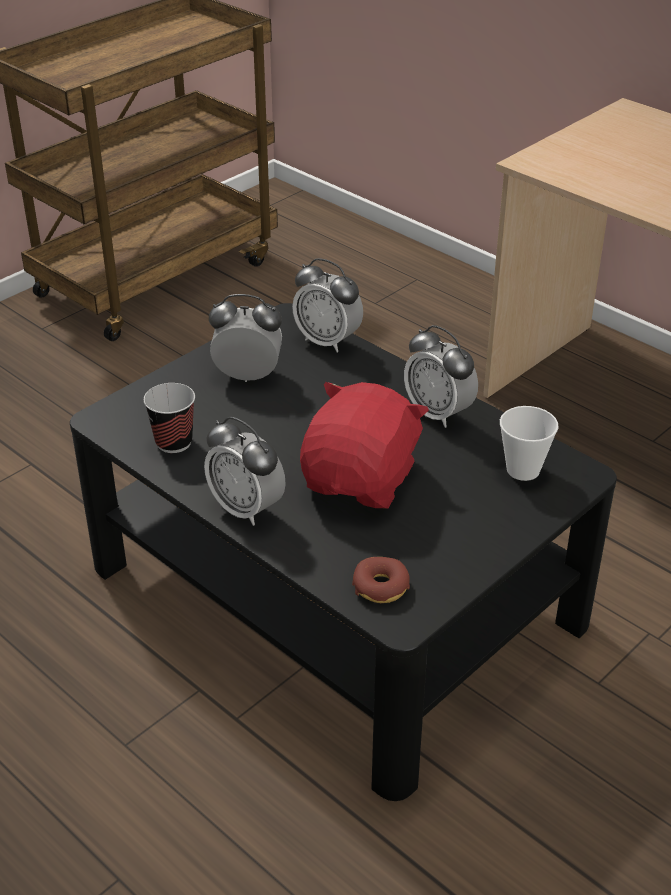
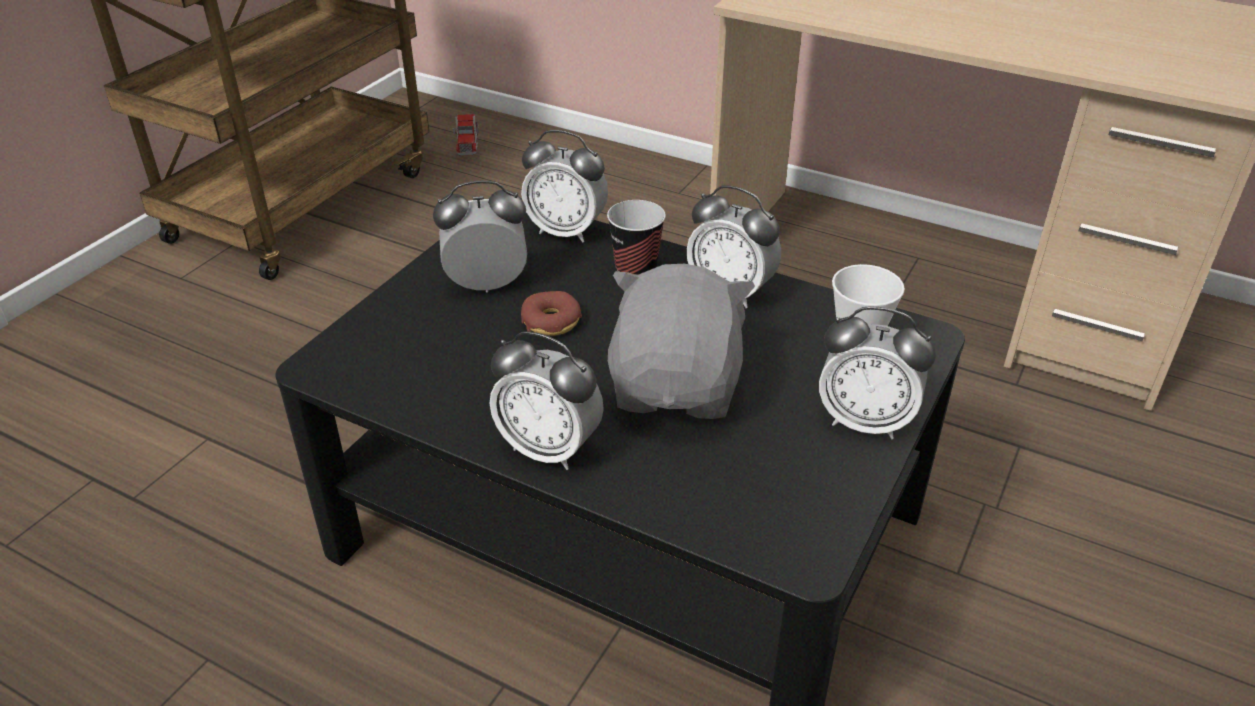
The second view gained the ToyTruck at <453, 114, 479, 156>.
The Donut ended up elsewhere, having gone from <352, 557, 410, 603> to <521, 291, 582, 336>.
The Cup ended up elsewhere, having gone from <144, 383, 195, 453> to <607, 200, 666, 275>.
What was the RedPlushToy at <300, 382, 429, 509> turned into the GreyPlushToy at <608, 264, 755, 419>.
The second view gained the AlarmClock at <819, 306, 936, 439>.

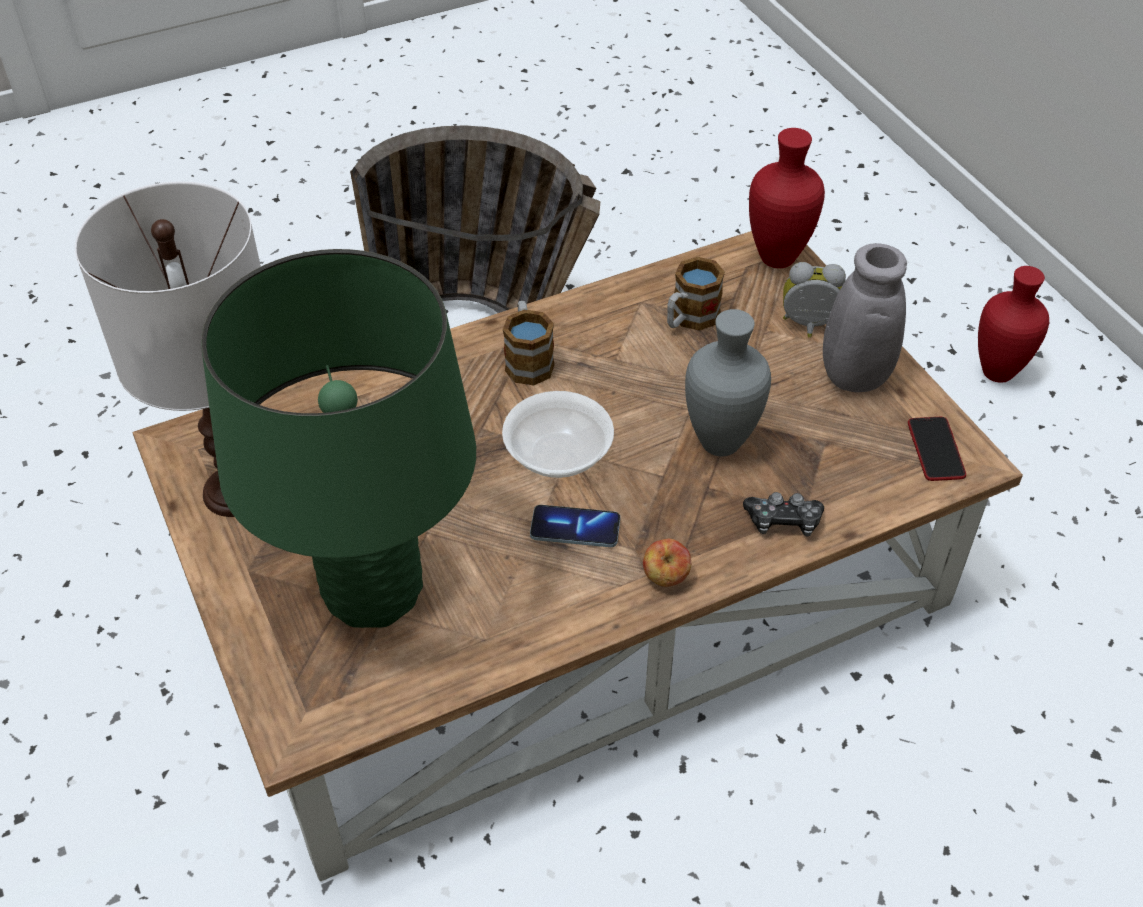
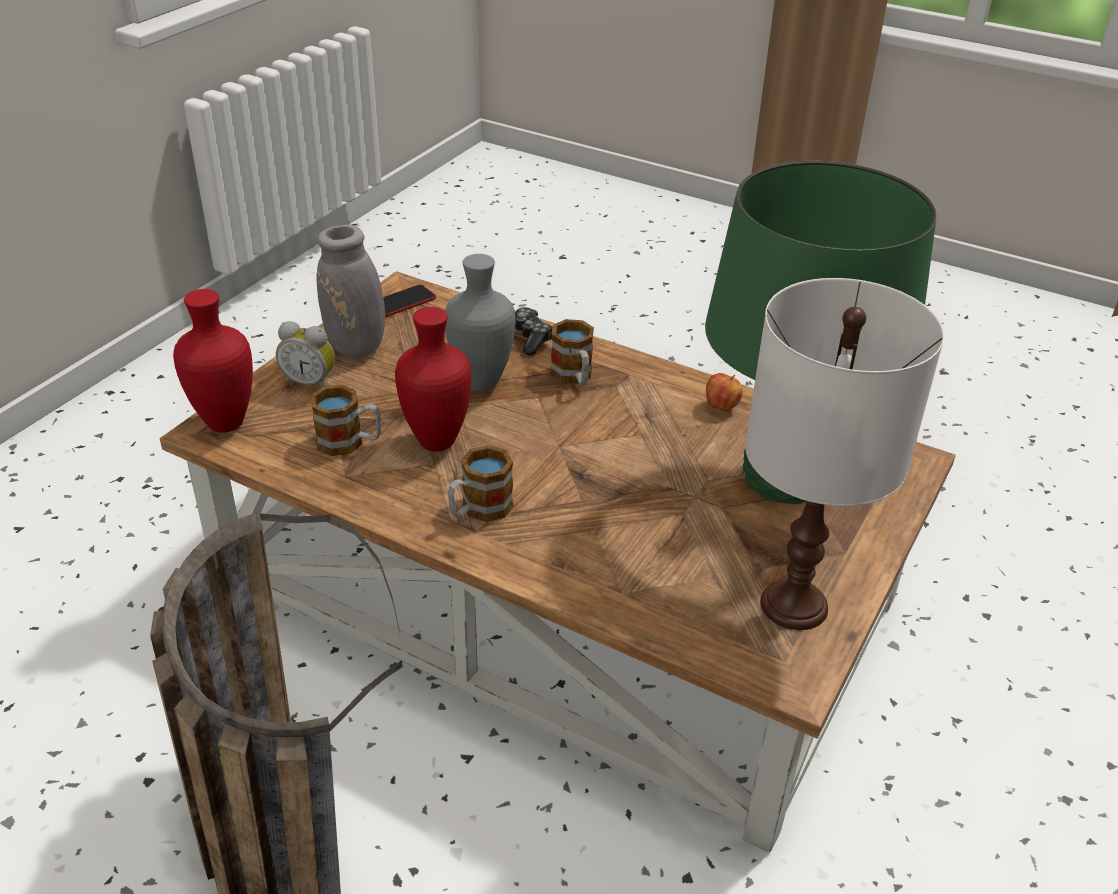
The AlarmClock at <783, 262, 846, 338> ended up facing another way, 45 degrees counterclockwise from before.
The RedVase ended up elsewhere, having gone from <978, 266, 1049, 383> to <395, 307, 472, 452>.
The second view gained the Mug at <551, 319, 594, 385>.
The Apple ended up elsewhere, having gone from <643, 539, 691, 587> to <706, 373, 743, 412>.
The second view lost the Bowl at <502, 391, 614, 478>.
The second view lost the Phone at <530, 505, 620, 547>.

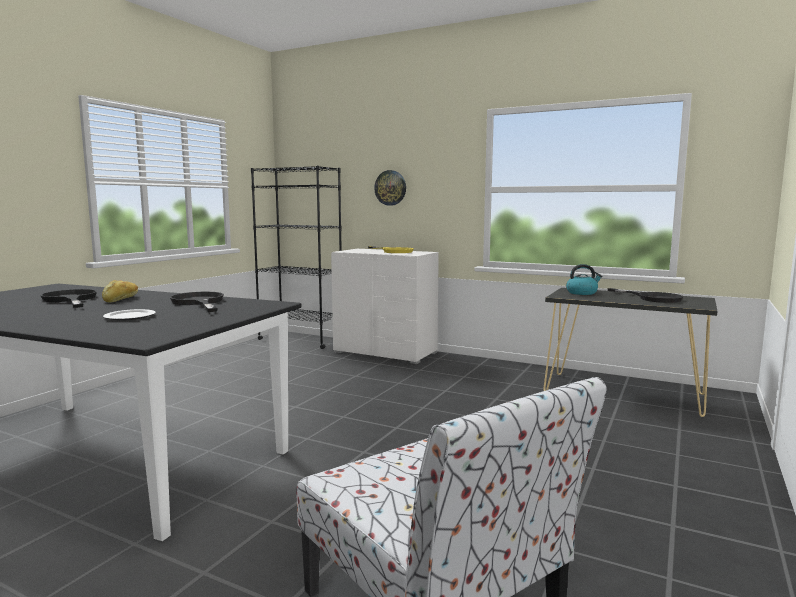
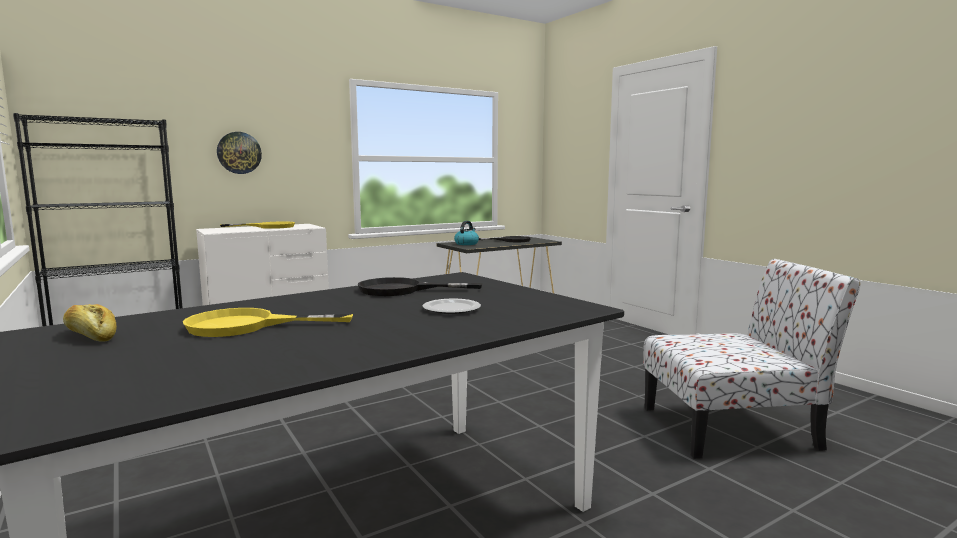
The Bread ended up elsewhere, having gone from <102, 280, 138, 303> to <63, 304, 117, 342>.
What was the BlackFryingPan at <40, 289, 97, 308> turned into the YellowFryingPan at <183, 308, 353, 337>.

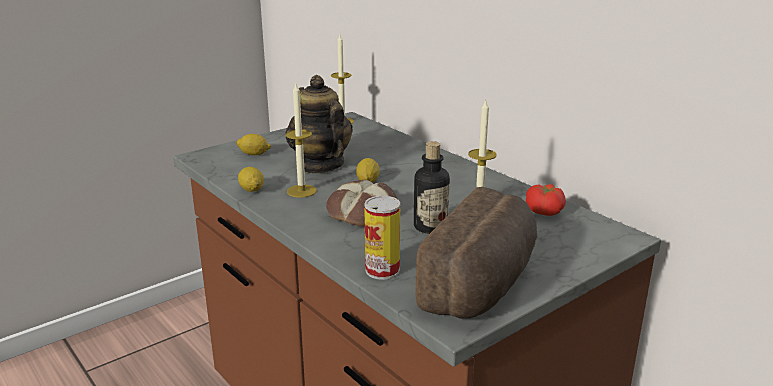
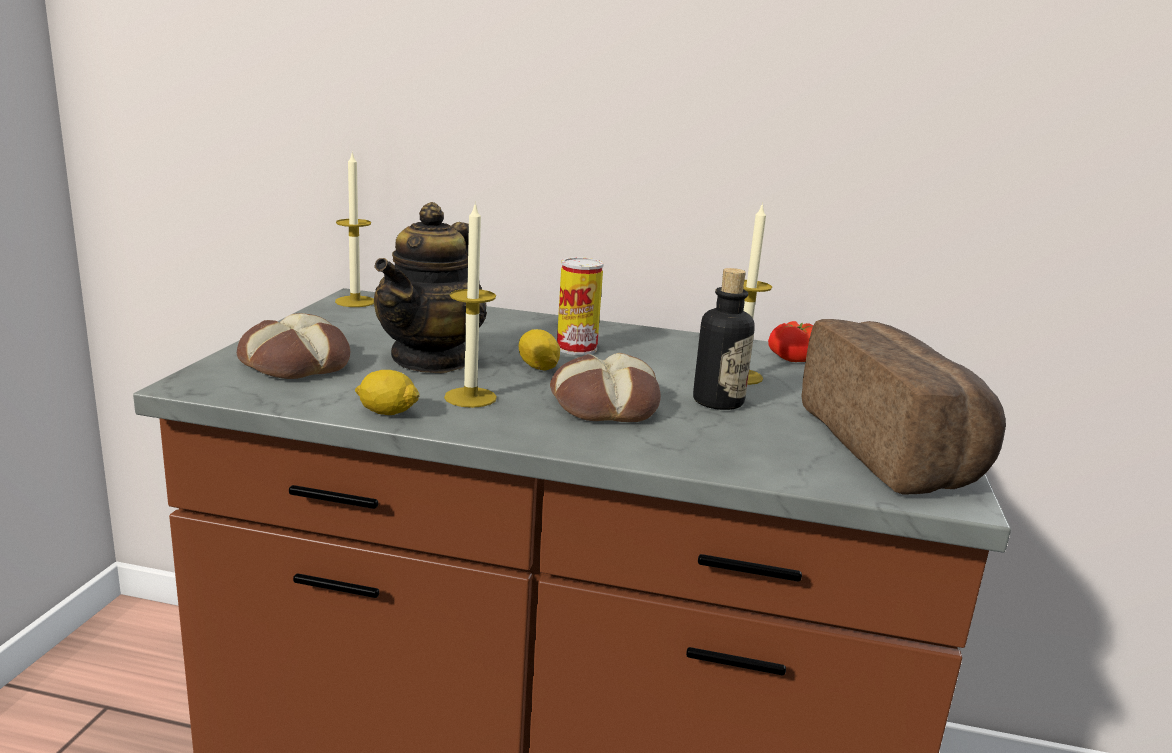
Where the Lemon stood at <236, 134, 271, 155>, the Bread came to stand at <237, 313, 350, 379>.
The Teapot at <285, 75, 353, 173> ended up facing another way, 90 degrees counterclockwise from before.
The Can ended up elsewhere, having gone from <364, 196, 400, 280> to <557, 257, 603, 355>.

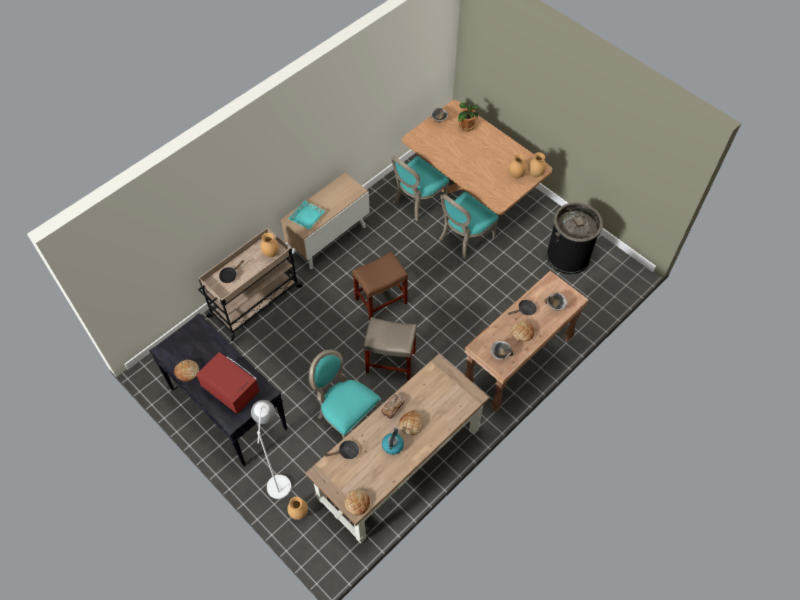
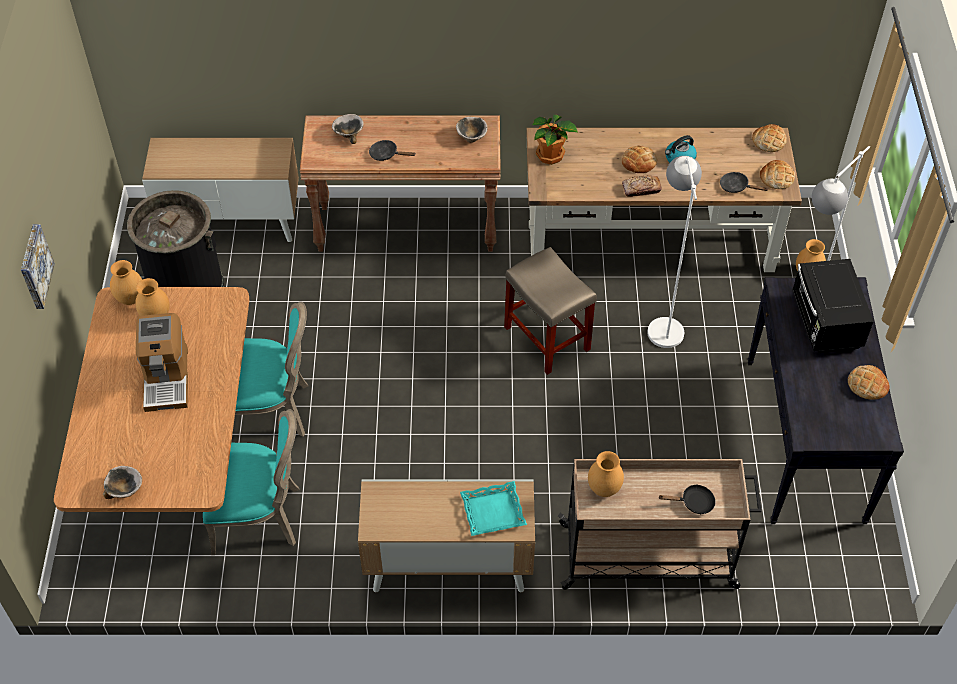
The second view gained the Picture at <21, 224, 55, 309>.
The second view gained the CoffeeMachine at <136, 313, 188, 412>.
The second view gained the Cabinet at <142, 138, 299, 242>.
The PottedPlant ended up elsewhere, having gone from <458, 102, 478, 132> to <532, 115, 578, 165>.
Where the TurquoiseChair stood at <309, 350, 381, 439>, the WhiteFloorLamp came to stand at <647, 156, 702, 348>.
The Bread ended up elsewhere, having gone from <511, 320, 534, 341> to <760, 160, 795, 189>.
What was the RedMicrowave at <196, 352, 259, 414> turned into the BlackMicrowave at <792, 259, 874, 353>.
The second view lost the BrownStool at <352, 252, 408, 321>.

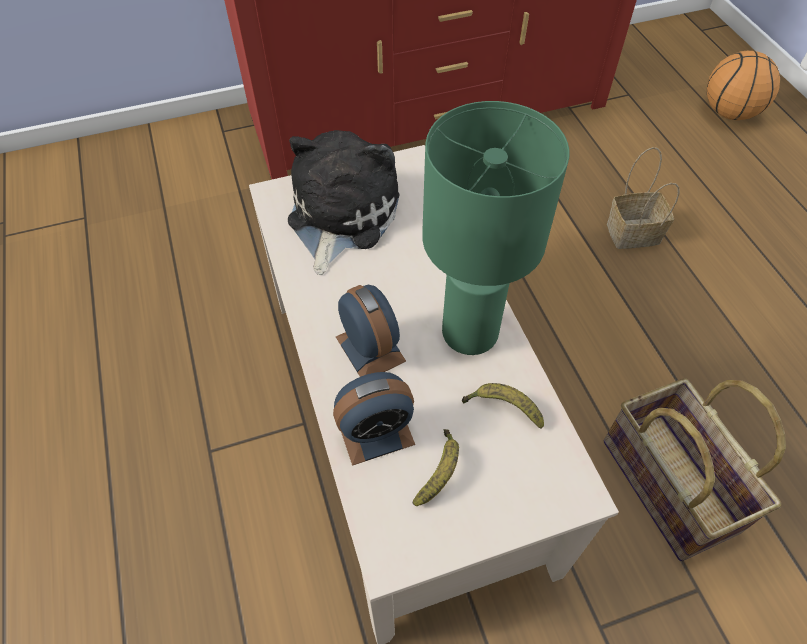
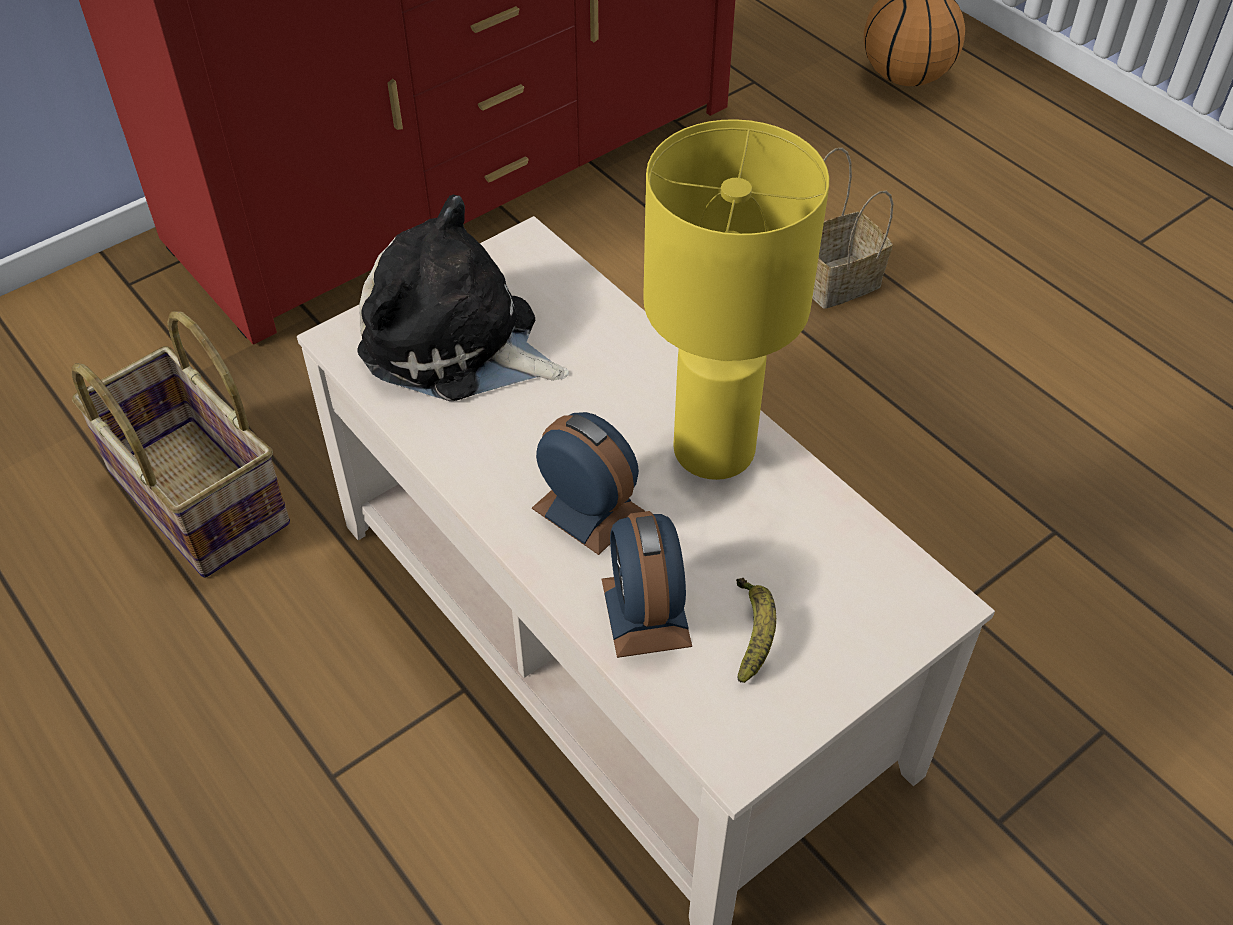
The Basket ended up elsewhere, having gone from <604, 378, 786, 561> to <71, 311, 290, 578>.
The PlushToy at <288, 130, 400, 275> ended up facing another way, 60 degrees counterclockwise from before.
The AlarmClock at <333, 372, 415, 466> ended up facing another way, 120 degrees clockwise from before.
What was the GreenTableLamp at <422, 101, 570, 355> turned into the YellowTableLamp at <643, 119, 829, 480>.
The second view lost the Banana at <462, 383, 544, 429>.

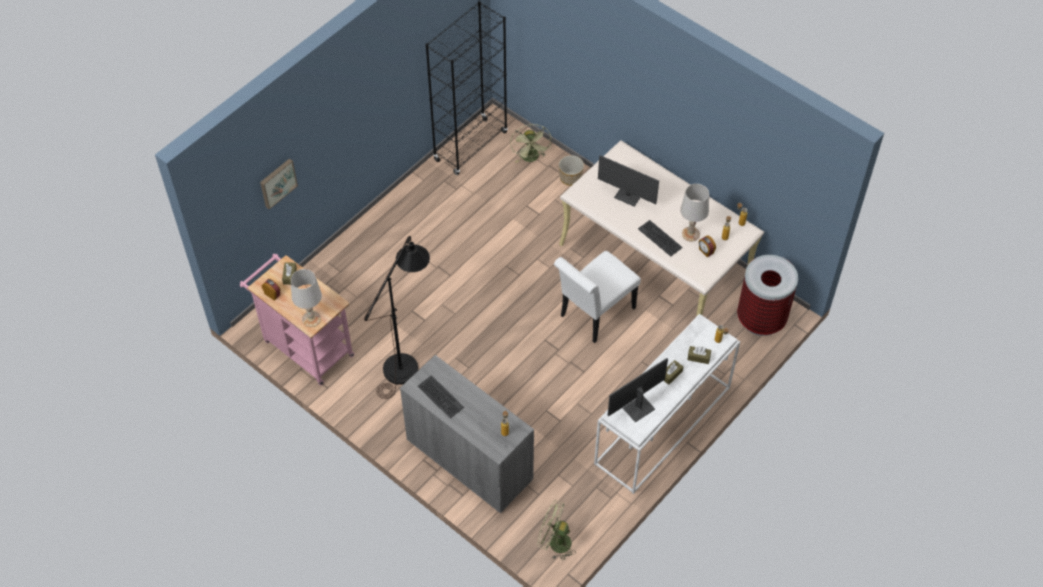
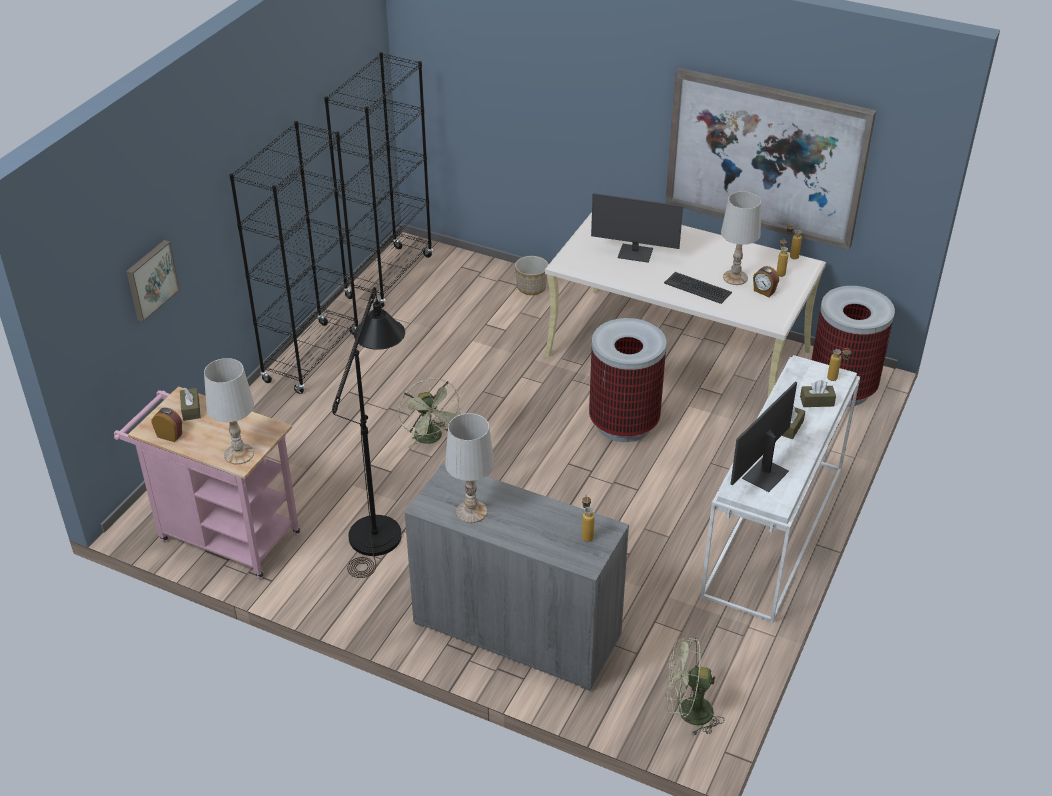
The second view gained the BlackBookcase at <229, 121, 359, 394>.
The GreenFan ended up elsewhere, having gone from <510, 124, 551, 163> to <398, 378, 461, 448>.
Where the Keyboard stood at <418, 375, 464, 419>, the WhiteTableLamp came to stand at <445, 413, 495, 523>.
Where the WhiteChair stood at <554, 251, 641, 343>, the TrashCan came to stand at <589, 318, 666, 442>.
The second view gained the Picture at <665, 68, 877, 250>.

